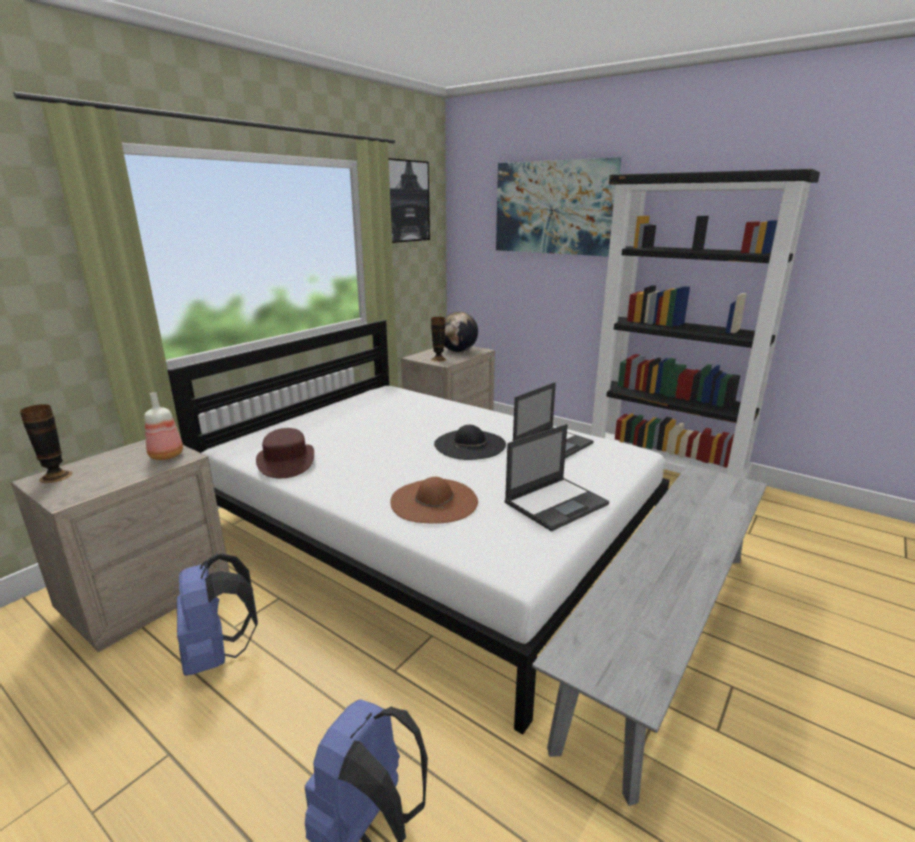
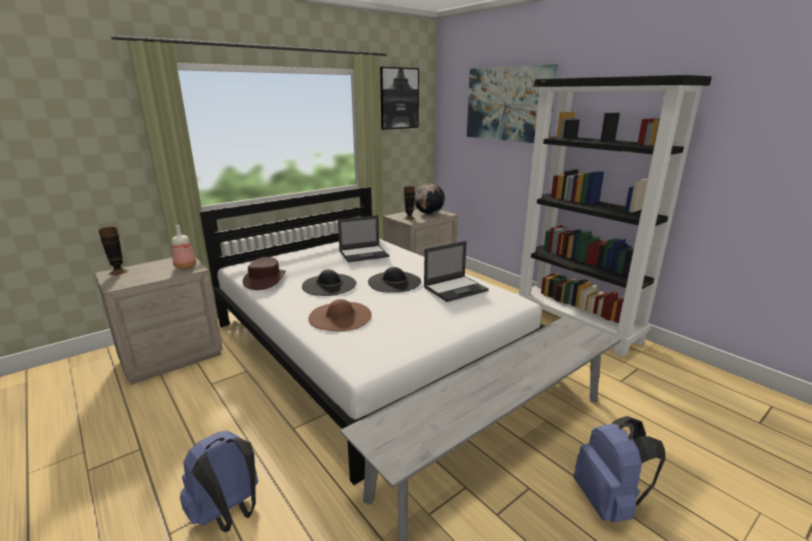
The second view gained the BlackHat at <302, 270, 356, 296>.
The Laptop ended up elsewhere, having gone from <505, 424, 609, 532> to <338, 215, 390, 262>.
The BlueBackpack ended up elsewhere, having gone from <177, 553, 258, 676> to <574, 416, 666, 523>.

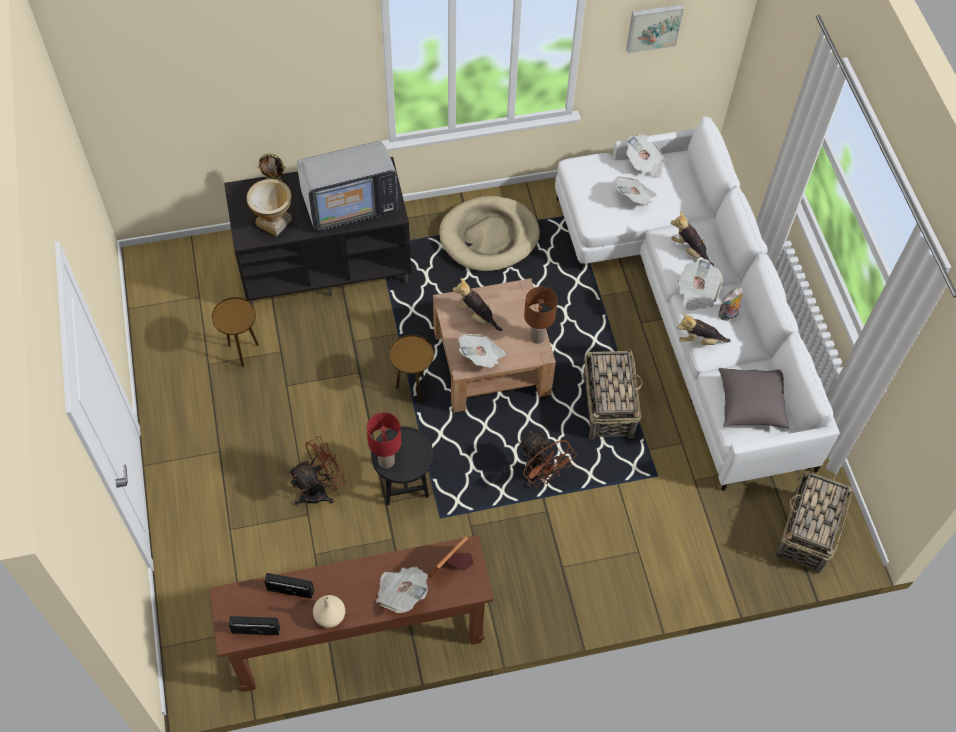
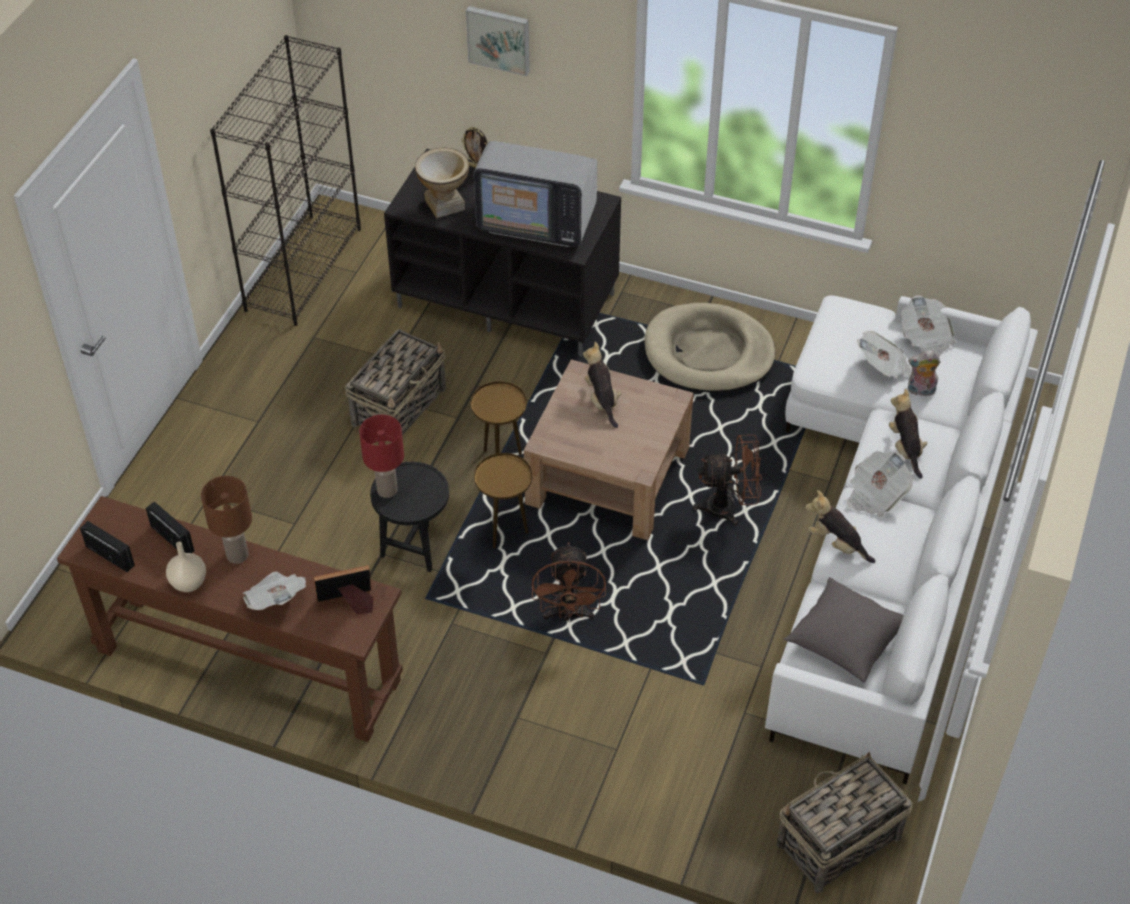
The BrownTableLamp ended up elsewhere, having gone from <524, 287, 557, 344> to <201, 476, 252, 564>.
The second view gained the BlackBookcase at <210, 35, 361, 326>.
The Basket ended up elsewhere, having gone from <583, 348, 642, 440> to <345, 329, 446, 443>.
The Picture ended up elsewhere, having gone from <626, 4, 684, 53> to <466, 6, 530, 76>.
The BrownSideTable ended up elsewhere, having gone from <212, 297, 259, 367> to <474, 453, 533, 548>.
The BrownFan ended up elsewhere, having gone from <288, 436, 347, 506> to <693, 435, 762, 526>.
The PlushToy ended up elsewhere, having gone from <718, 288, 743, 321> to <908, 351, 941, 396>.
The second view lost the Newspaper at <458, 334, 506, 368>.

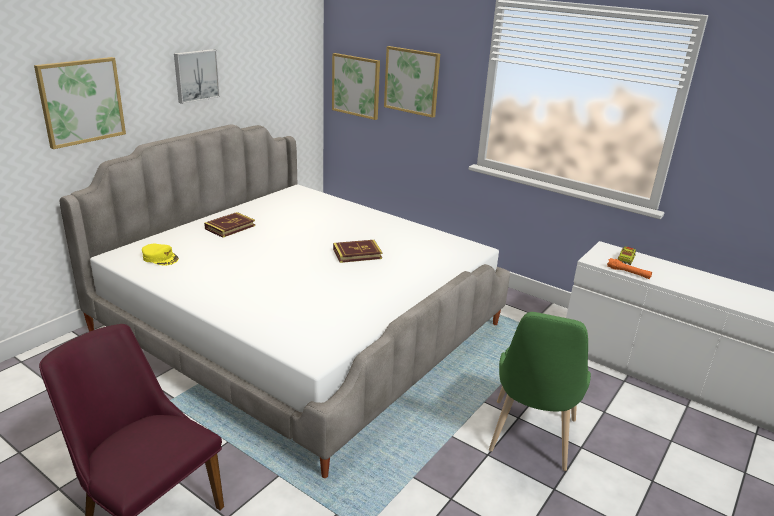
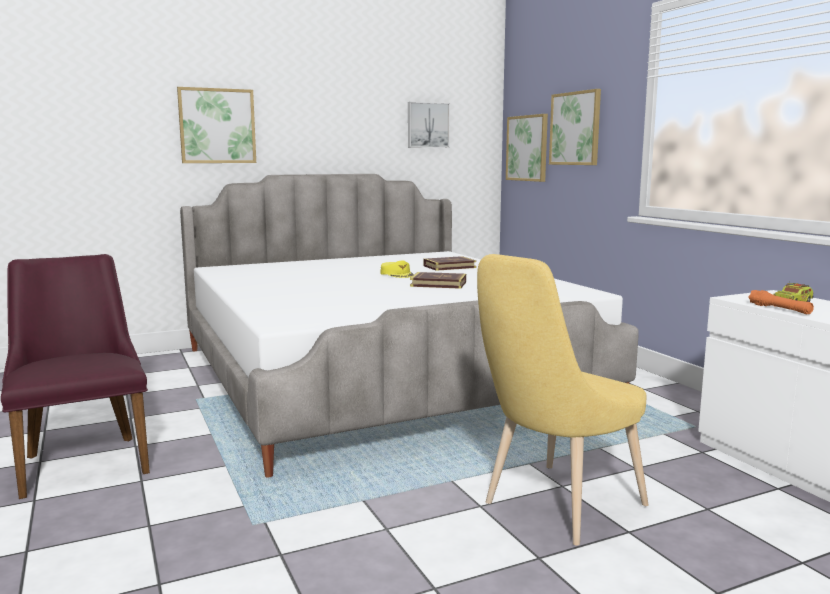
The YellowCap ended up elsewhere, having gone from <142, 244, 179, 265> to <380, 260, 414, 278>.
The Picture ended up elsewhere, having gone from <174, 49, 220, 104> to <408, 102, 450, 148>.
The Book ended up elsewhere, having gone from <204, 212, 255, 238> to <423, 256, 476, 271>.
What was the GreenChair at <489, 312, 591, 471> turned into the YellowChair at <477, 254, 649, 546>.

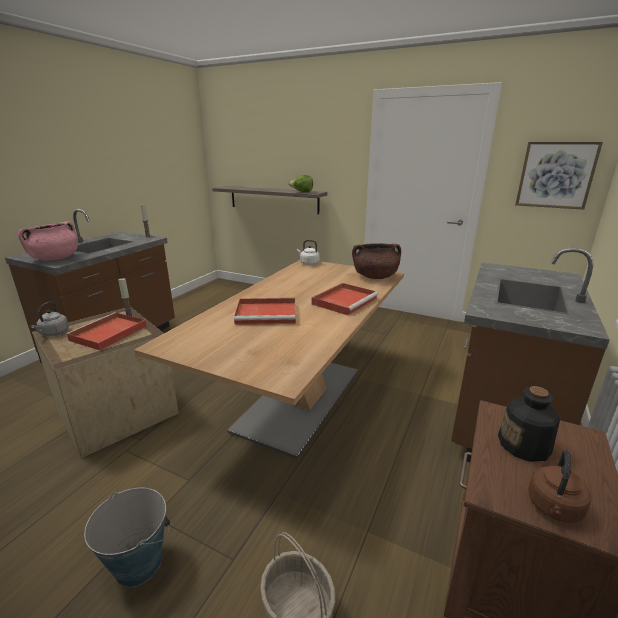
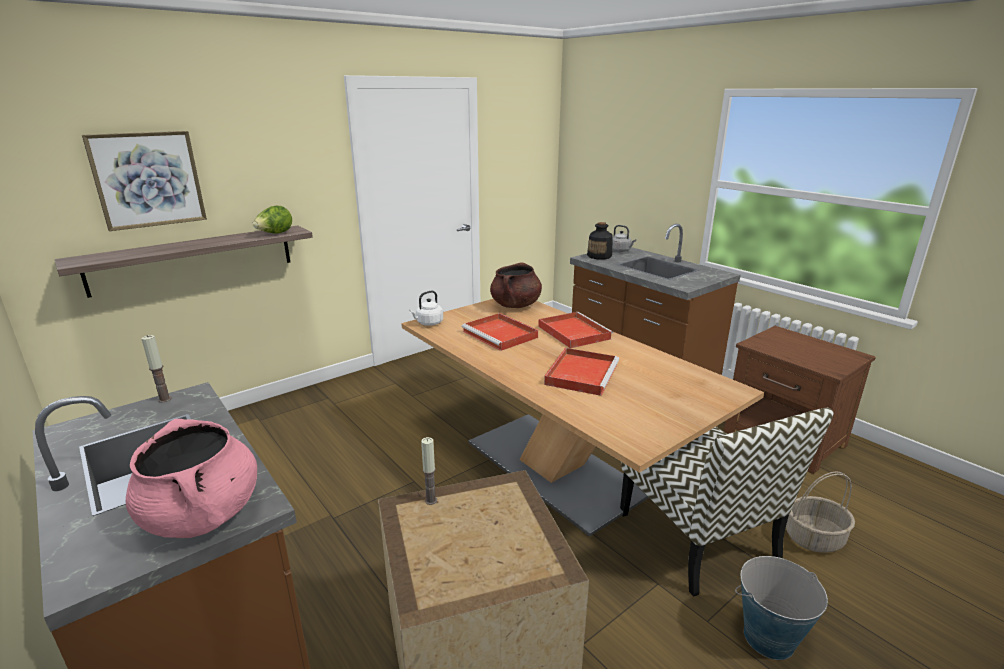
The Picture ended up elsewhere, having gone from <515, 142, 603, 210> to <82, 131, 207, 231>.
The RedTray ended up elsewhere, having gone from <66, 312, 147, 350> to <462, 313, 538, 351>.
The Bottle ended up elsewhere, having gone from <498, 386, 560, 462> to <587, 222, 613, 259>.
The GreyKettle ended up elsewhere, having gone from <31, 301, 69, 336> to <612, 225, 636, 252>.
The second view gained the Chair at <620, 408, 834, 597>.
The second view lost the BrownKettle at <528, 450, 591, 523>.

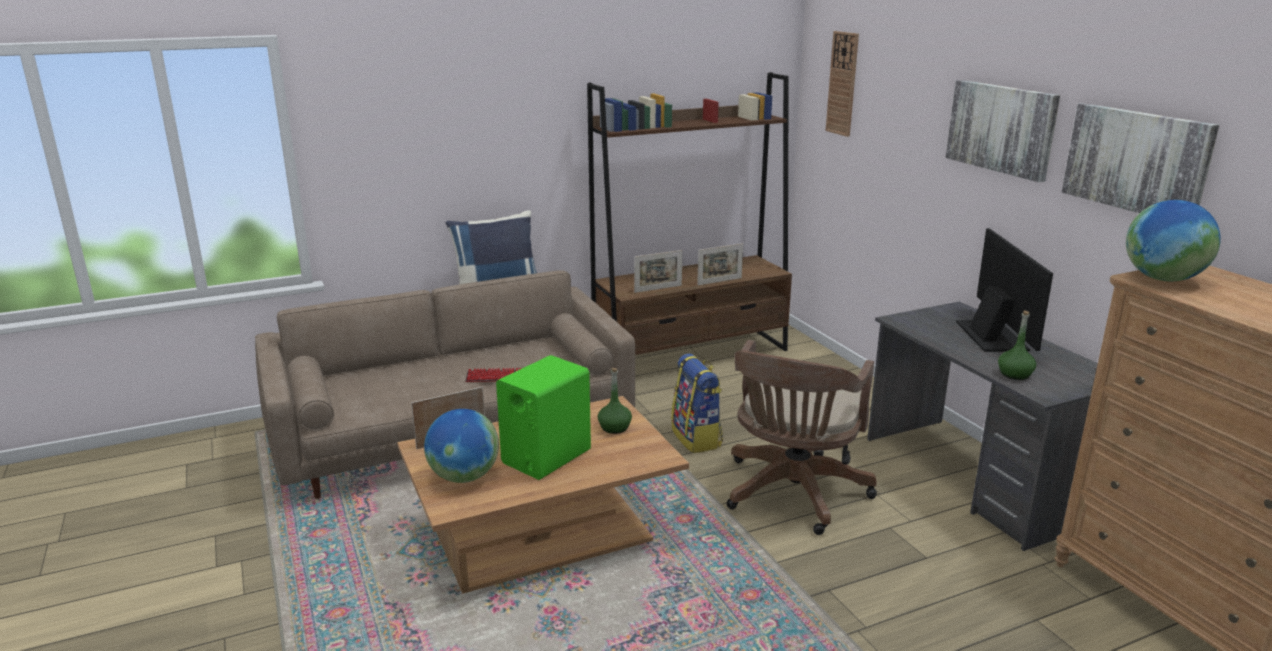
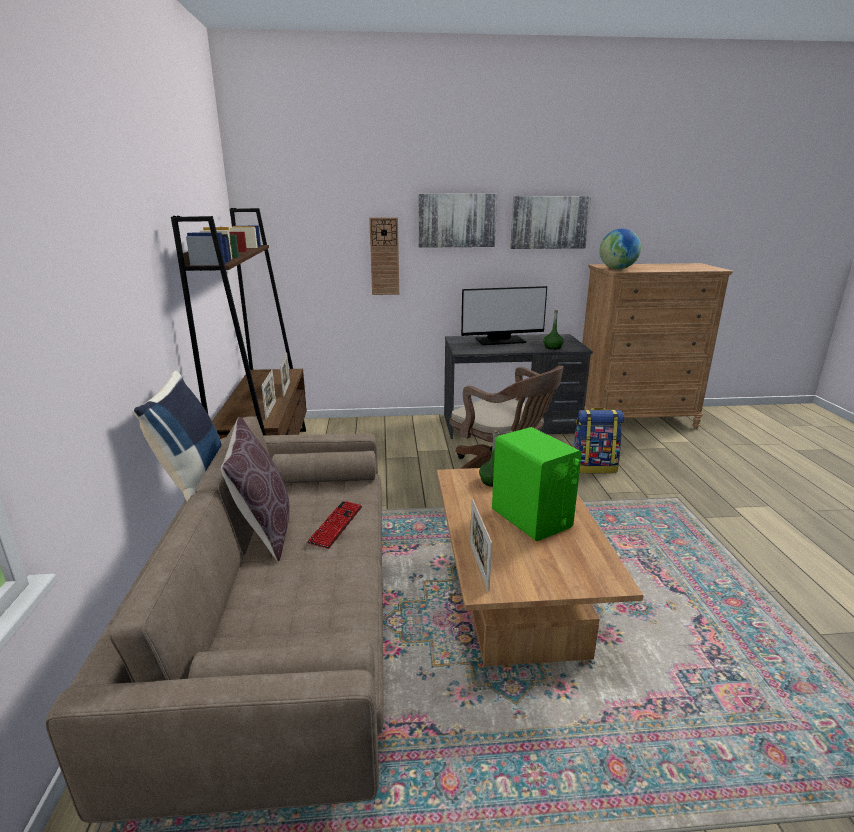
The second view gained the BrownPillow at <221, 417, 290, 561>.
The WallClock ended up elsewhere, having gone from <826, 31, 859, 137> to <369, 218, 399, 295>.
The Monitor at <956, 228, 1053, 352> ended up facing another way, 150 degrees clockwise from before.
The Backpack ended up elsewhere, having gone from <671, 353, 723, 453> to <573, 408, 624, 474>.
The second view lost the Globe at <424, 409, 499, 483>.

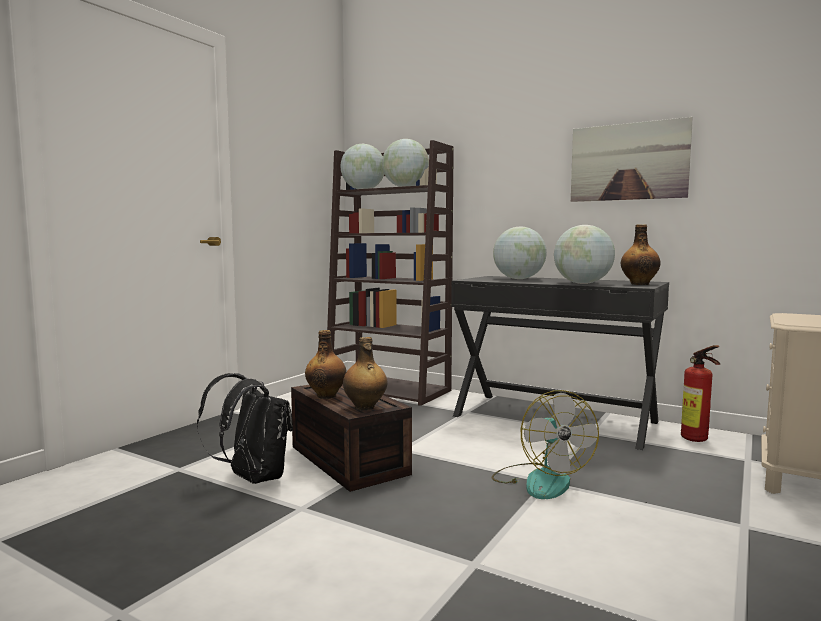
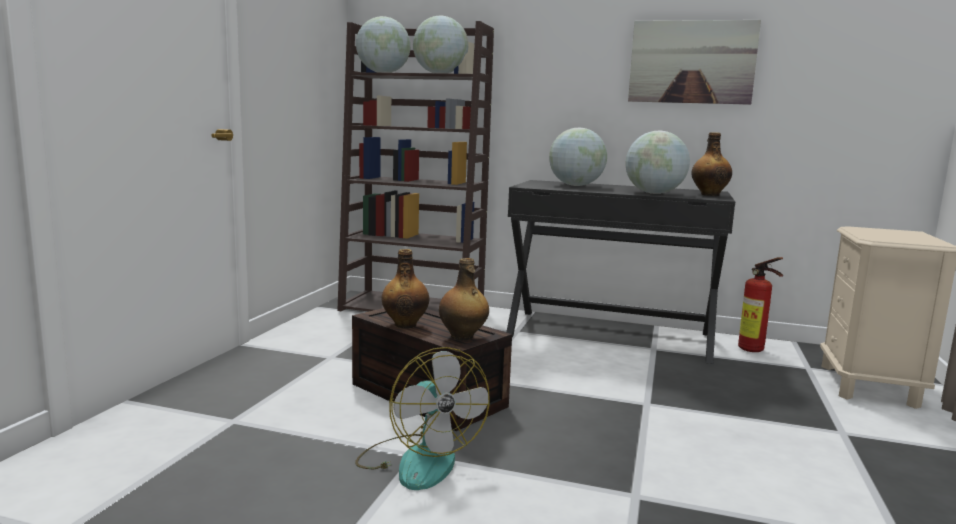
The Fan ended up elsewhere, having gone from <492, 390, 599, 499> to <355, 347, 490, 490>.
The second view lost the BlackBackpack at <197, 373, 293, 484>.

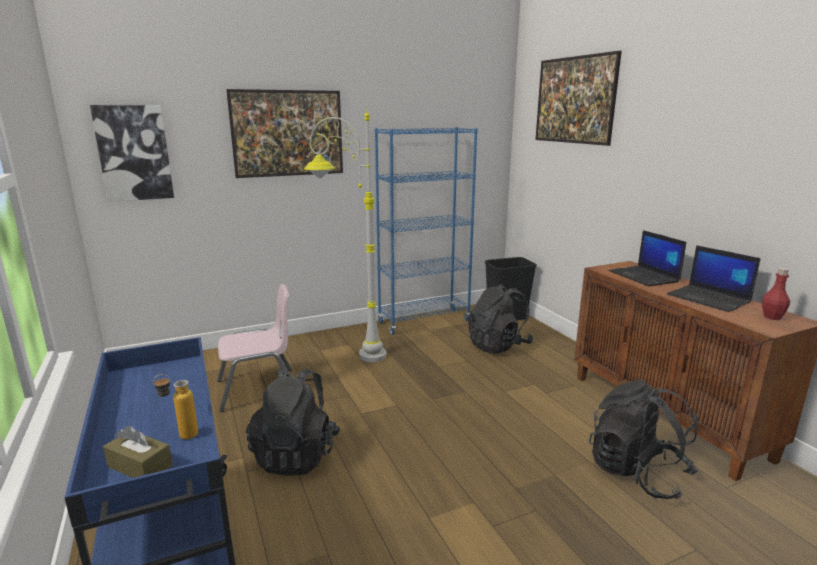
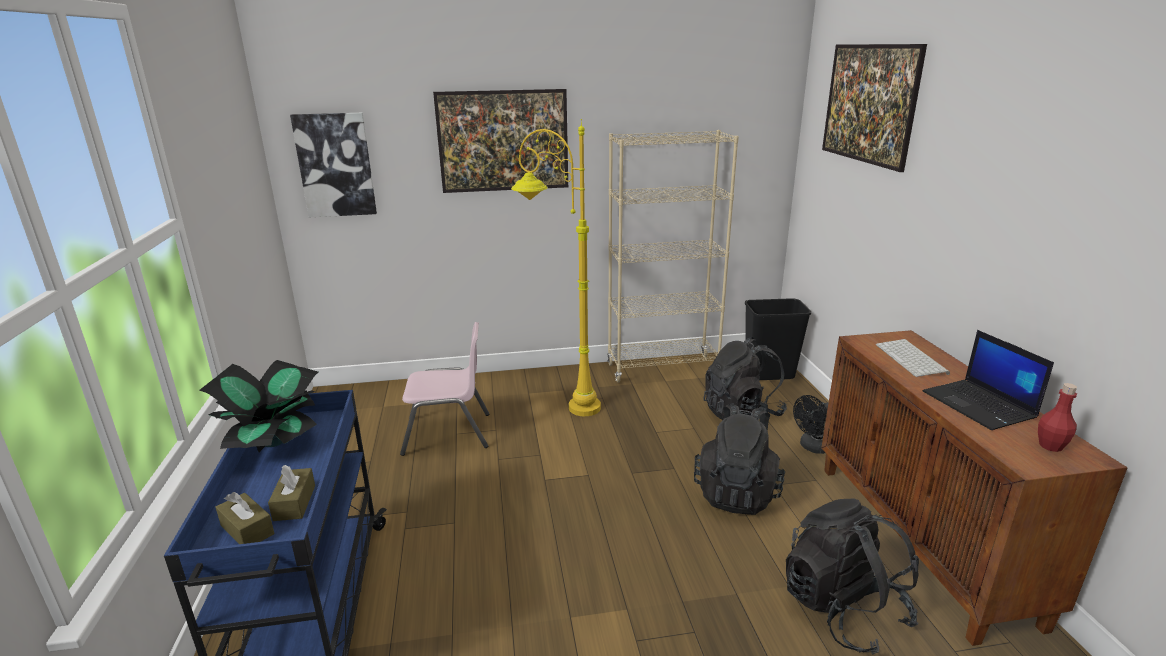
The second view gained the PottedPlant at <199, 360, 319, 452>.
Where the Bottle stood at <153, 374, 198, 439>, the BrownTissueBox came to stand at <268, 465, 315, 521>.
What was the GreyFloorLamp at <304, 107, 387, 362> turned into the YellowFloorLamp at <511, 119, 601, 416>.
What was the BlueBookcase at <375, 127, 478, 335> turned into the BeigeBookcase at <607, 130, 739, 382>.
The BlackBackpack ended up elsewhere, having gone from <246, 368, 340, 476> to <694, 403, 785, 515>.
The second view gained the BlackFan at <793, 395, 828, 454>.
Where the Laptop stood at <609, 230, 686, 286>, the Keyboard came to stand at <876, 339, 950, 377>.

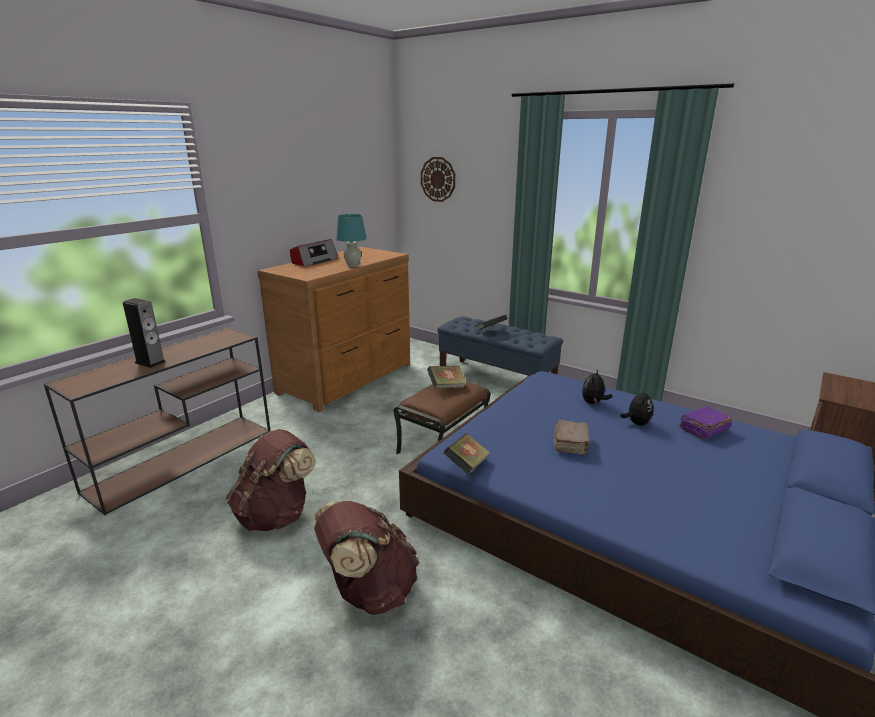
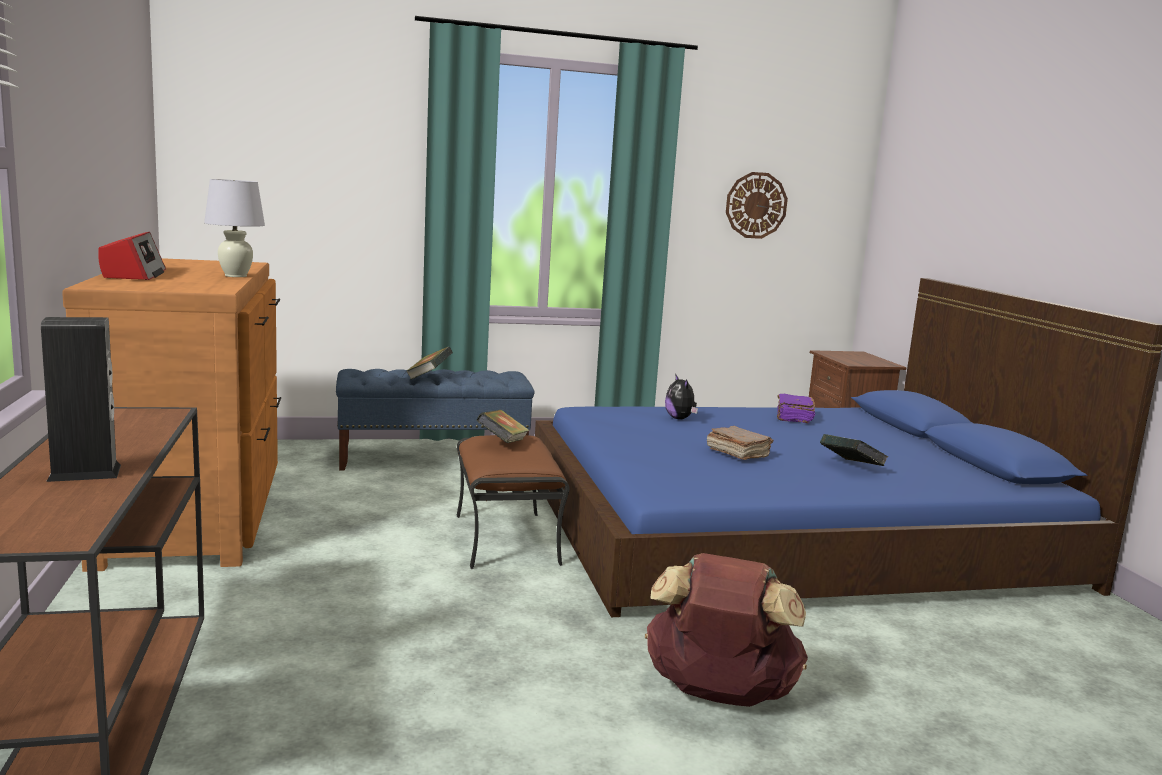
What was the TurquoiseTableLamp at <336, 214, 366, 267> turned into the WhiteTableLamp at <204, 179, 265, 277>.
The WallClock ended up elsewhere, having gone from <421, 157, 455, 202> to <726, 172, 788, 239>.
The Book ended up elsewhere, having gone from <444, 433, 490, 475> to <820, 434, 888, 466>.
The second view lost the BrownBackpack at <226, 429, 316, 531>.
The second view lost the PlushToy at <620, 388, 654, 426>.

